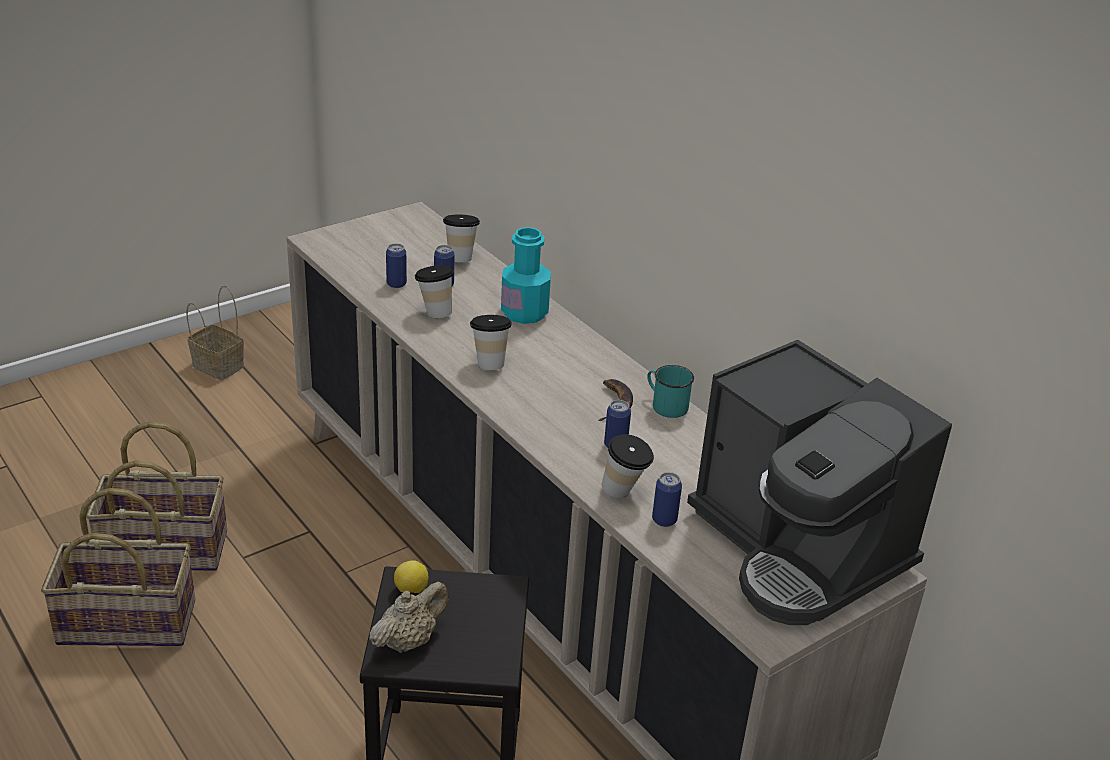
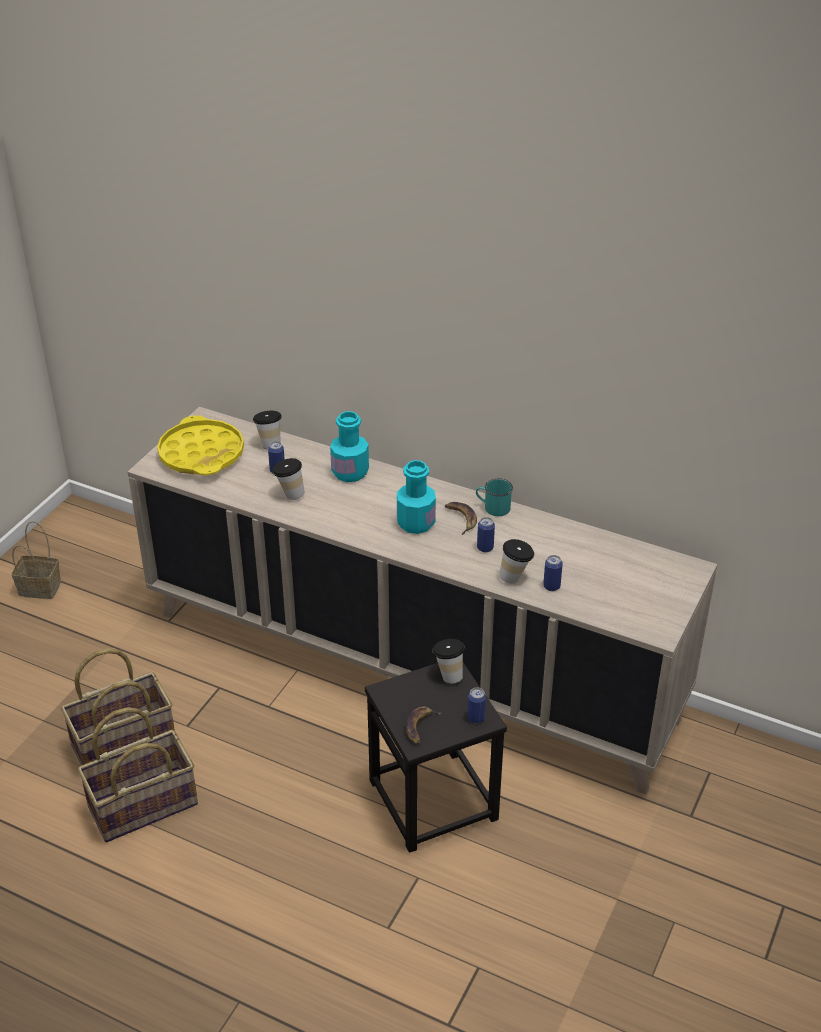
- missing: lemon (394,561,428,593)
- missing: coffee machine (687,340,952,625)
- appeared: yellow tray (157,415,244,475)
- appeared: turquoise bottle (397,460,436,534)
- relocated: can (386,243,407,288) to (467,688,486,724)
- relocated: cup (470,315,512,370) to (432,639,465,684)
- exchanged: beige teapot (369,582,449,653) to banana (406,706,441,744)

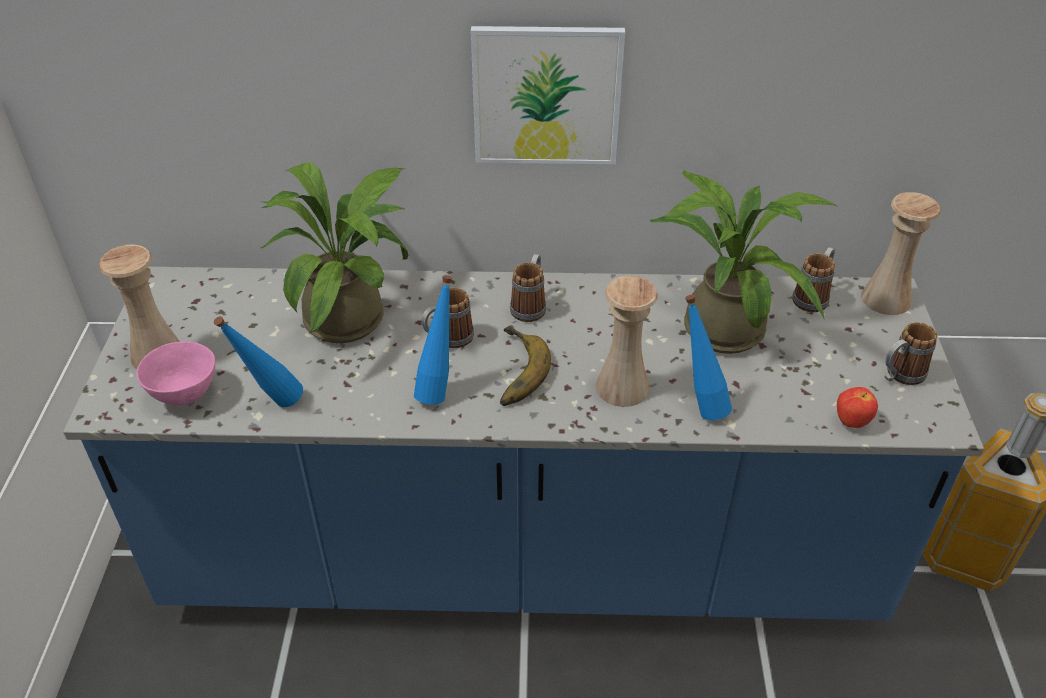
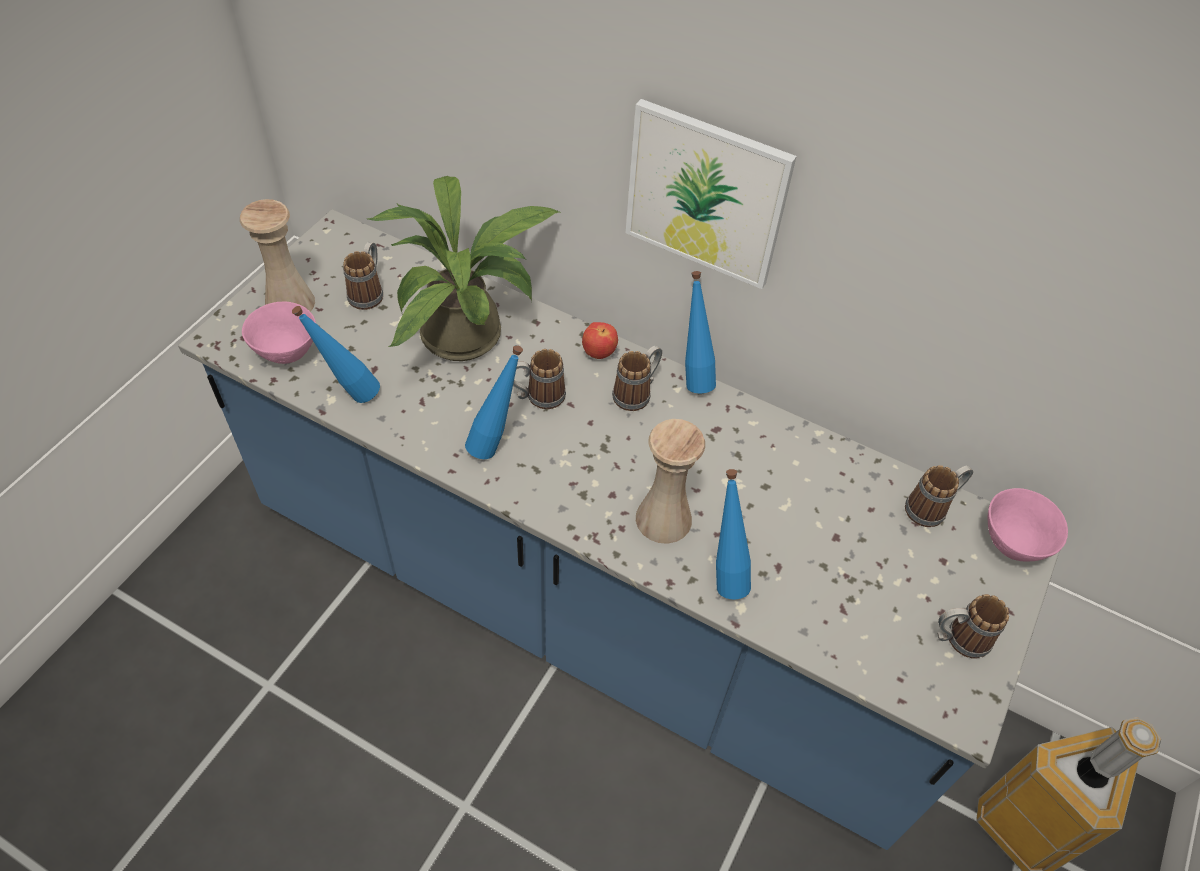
- missing: banana (500,325,551,406)
- missing: potted plant (650,170,837,354)
- appeared: mug (343,242,383,310)
- appeared: blue bottle (685,271,716,393)
- relocated: apple (837,387,878,428) to (582,322,618,359)
- exchanged: beige vase (861,192,940,315) to pink bowl (988,488,1068,562)

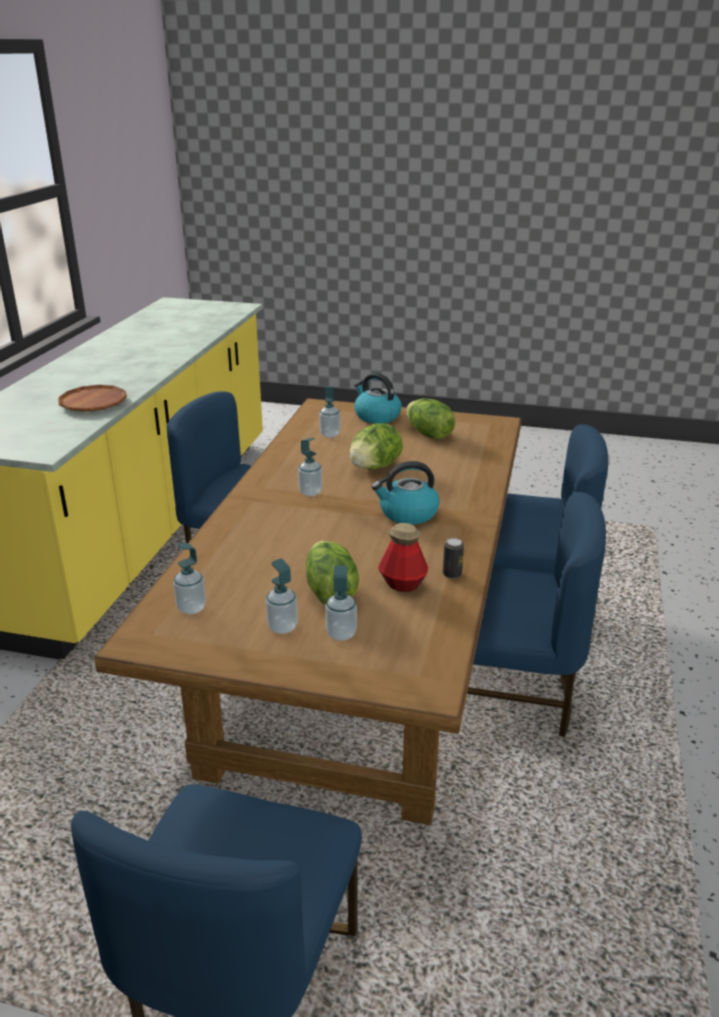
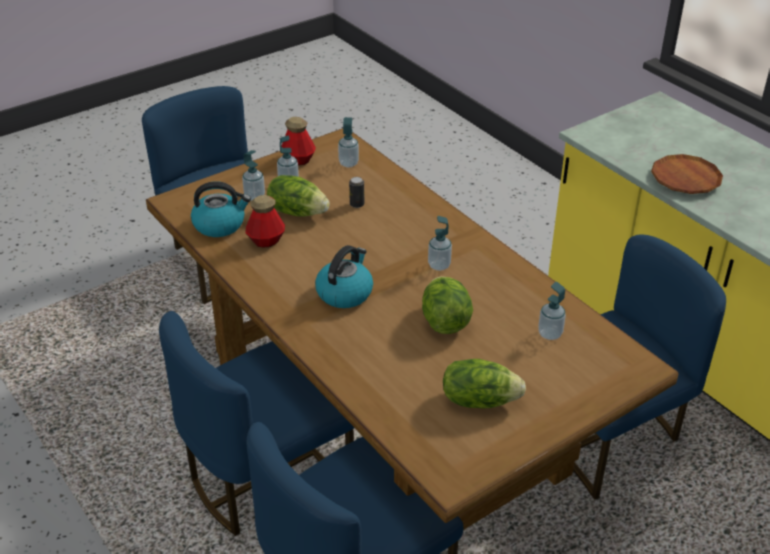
- appeared: bottle (281,117,316,165)
- relocated: kettle (354,373,402,424) to (191,181,251,237)
- relocated: can (443,538,464,579) to (349,177,364,208)

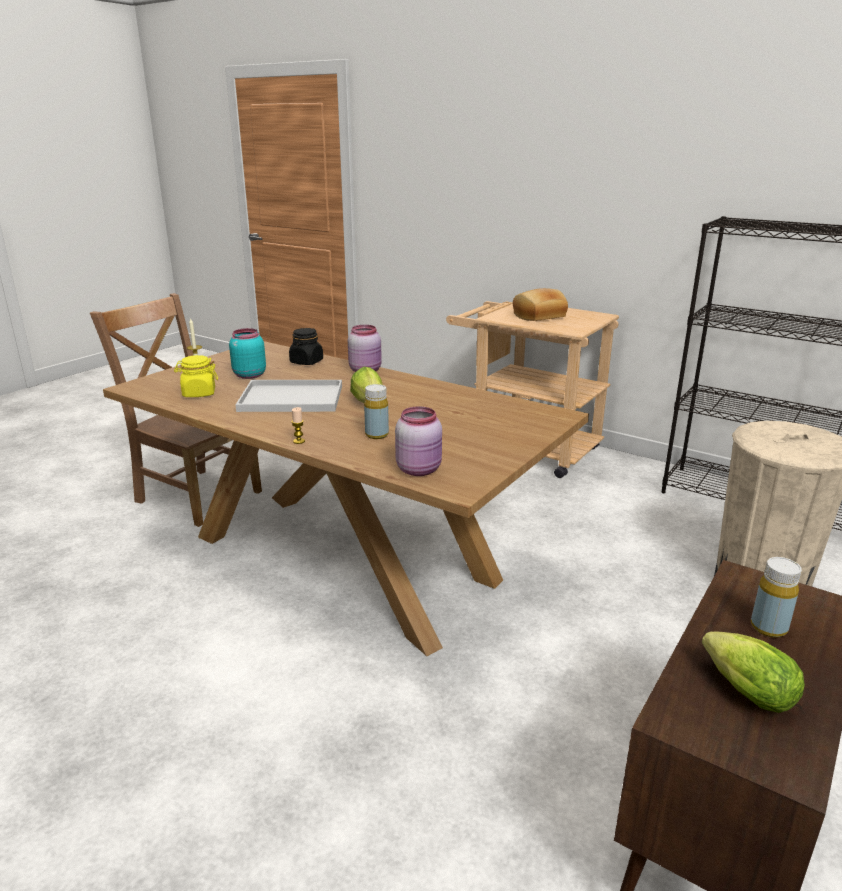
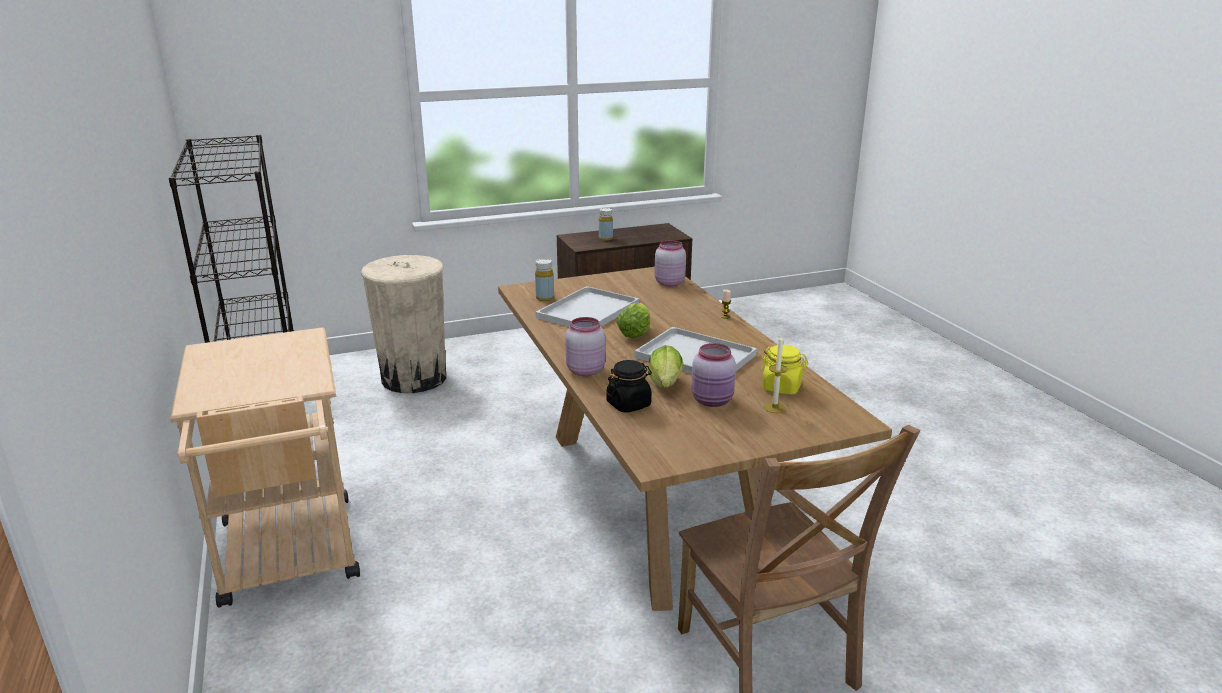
- missing: bread (513,288,568,321)
- appeared: white tray (536,286,639,327)
- relocated: yellow bottle (364,384,389,439) to (535,259,554,301)
- relocated: lettuce (702,632,805,713) to (648,345,684,388)
- colour: turquoise jar (229,328,266,379) to pink jar (691,343,736,407)

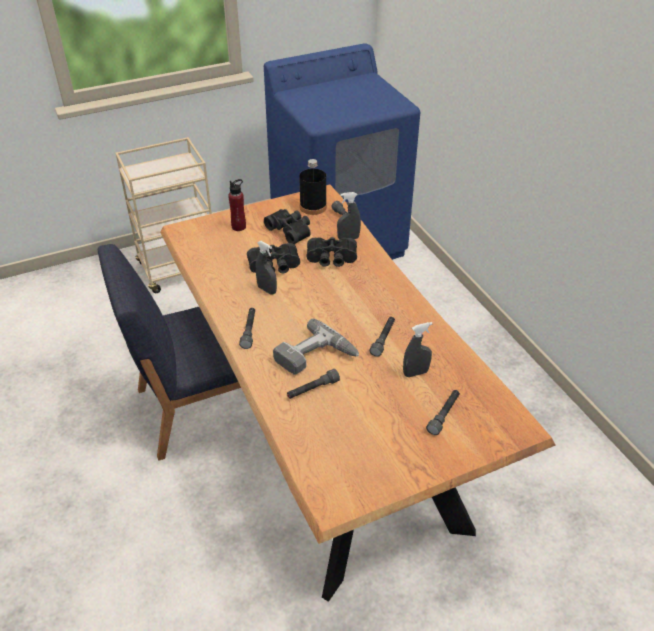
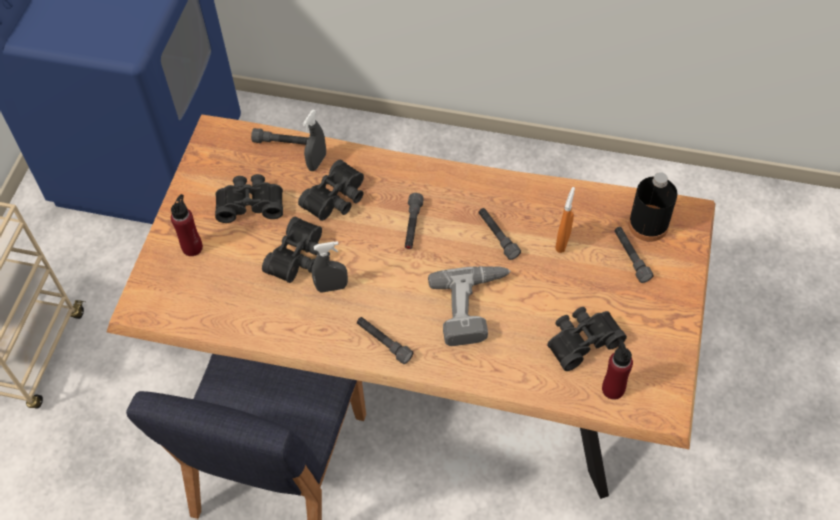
- appeared: black binoculars (547,307,627,371)
- appeared: red bottle (602,339,633,400)
- relocated: grey flashlight (287,369,340,399) to (405,193,424,249)
- relocated: black bottle (299,159,327,215) to (628,172,677,241)
- colour: grey spray bottle (403,322,433,377) to orange spray bottle (556,187,575,253)

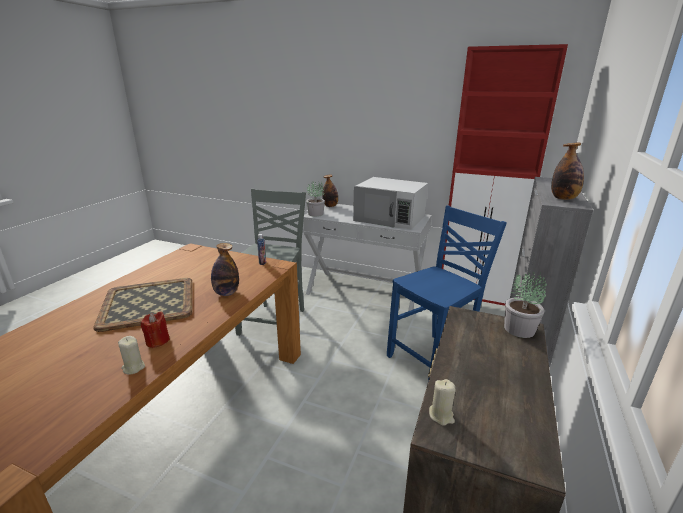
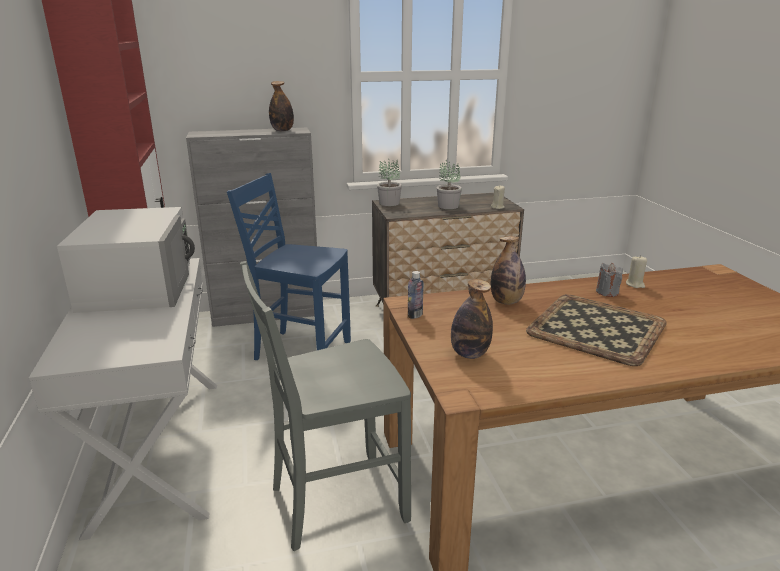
- relocated: potted plant (306,182,325,217) to (436,159,462,209)
- relocated: bottle (322,174,338,207) to (451,279,493,359)
- colour: red candle (141,311,170,348) to grey candle (596,263,623,297)

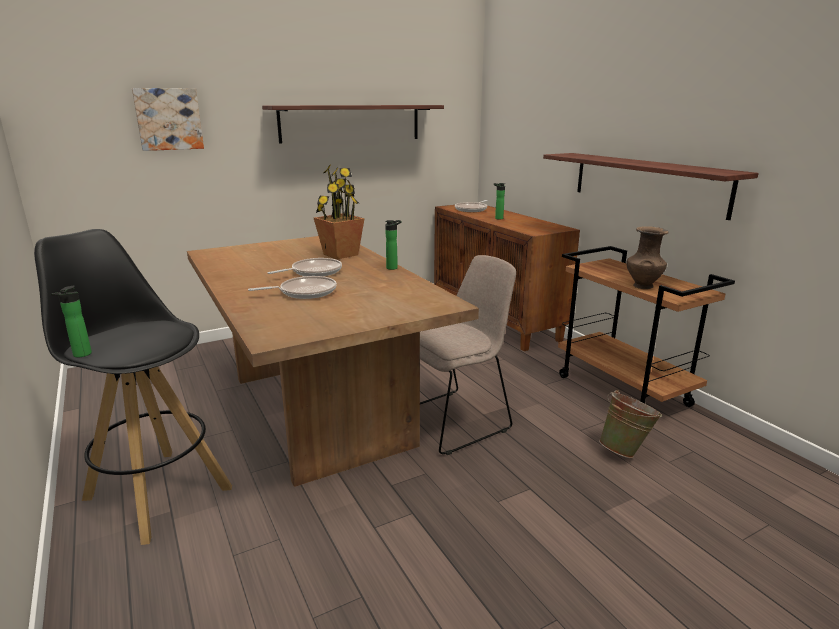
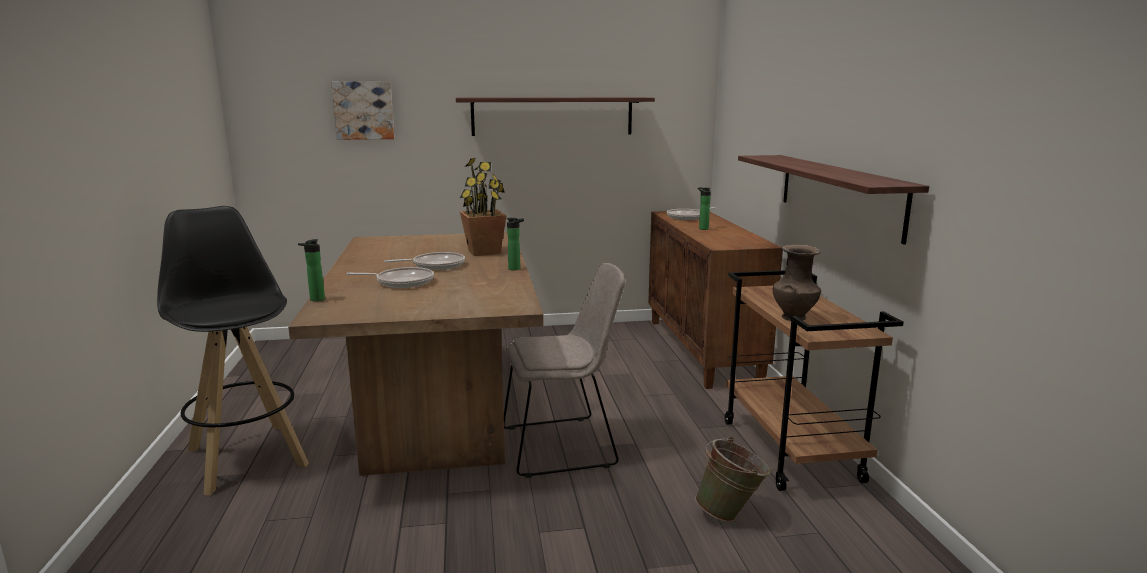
- relocated: bottle (51,286,92,357) to (298,239,325,301)

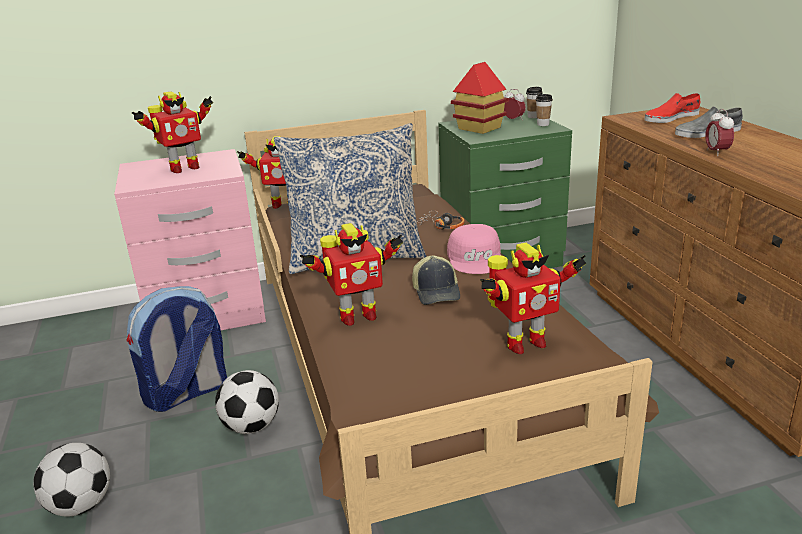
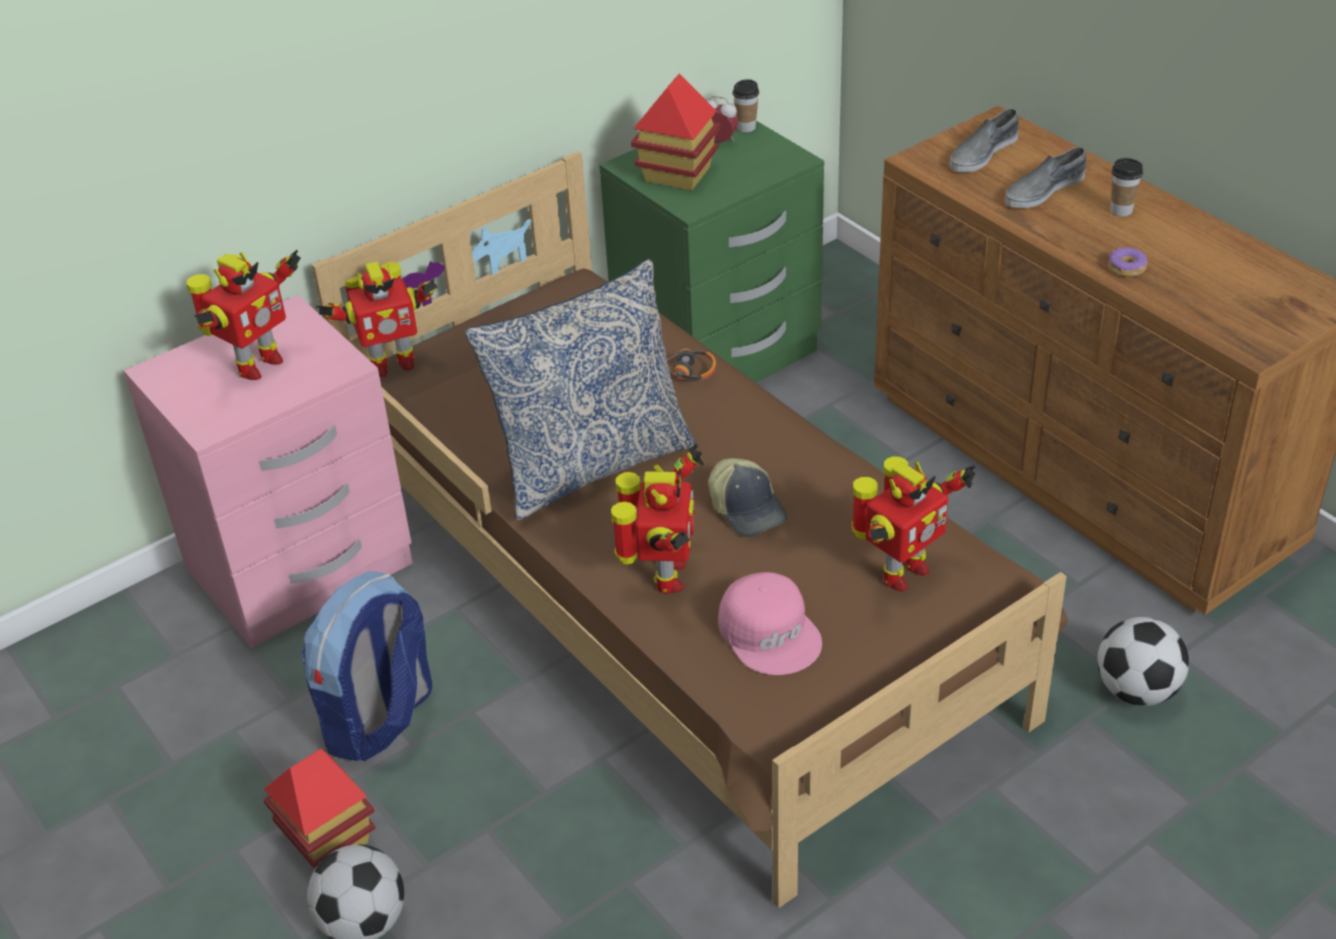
- missing: alarm clock (705,109,734,156)
- appeared: toy house (263,749,376,869)
- appeared: donut (1109,247,1147,277)
- relocated: football (215,370,279,434) to (1097,617,1189,706)
- relocated: pink cap (447,224,501,274) to (718,572,822,675)
- relocated: cup (536,94,553,126) to (1111,158,1143,216)
- colour: red shoe (644,93,700,123) to grey shoe (950,109,1019,172)
- spun: toy robot (300,223,403,326) = (611,444,704,594) 45 degrees counterclockwise

